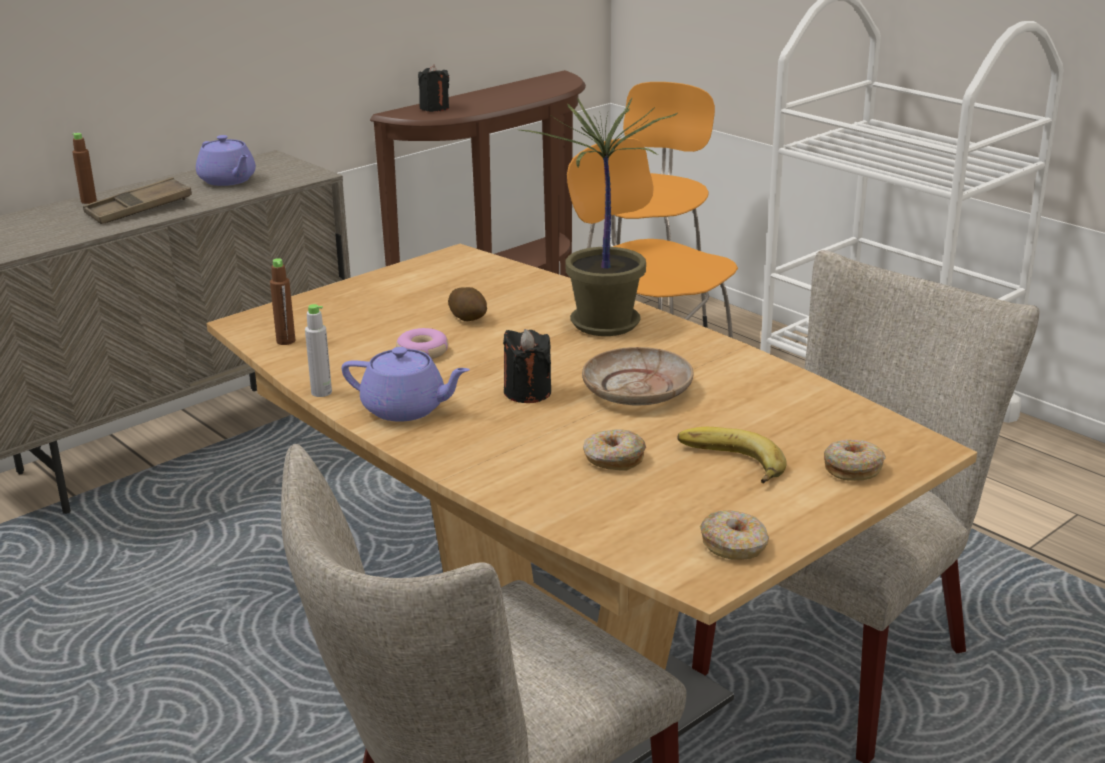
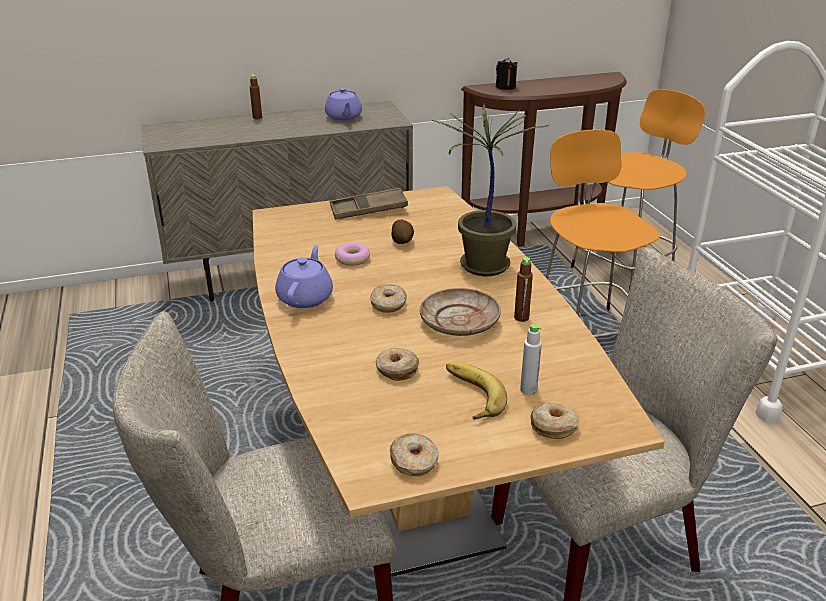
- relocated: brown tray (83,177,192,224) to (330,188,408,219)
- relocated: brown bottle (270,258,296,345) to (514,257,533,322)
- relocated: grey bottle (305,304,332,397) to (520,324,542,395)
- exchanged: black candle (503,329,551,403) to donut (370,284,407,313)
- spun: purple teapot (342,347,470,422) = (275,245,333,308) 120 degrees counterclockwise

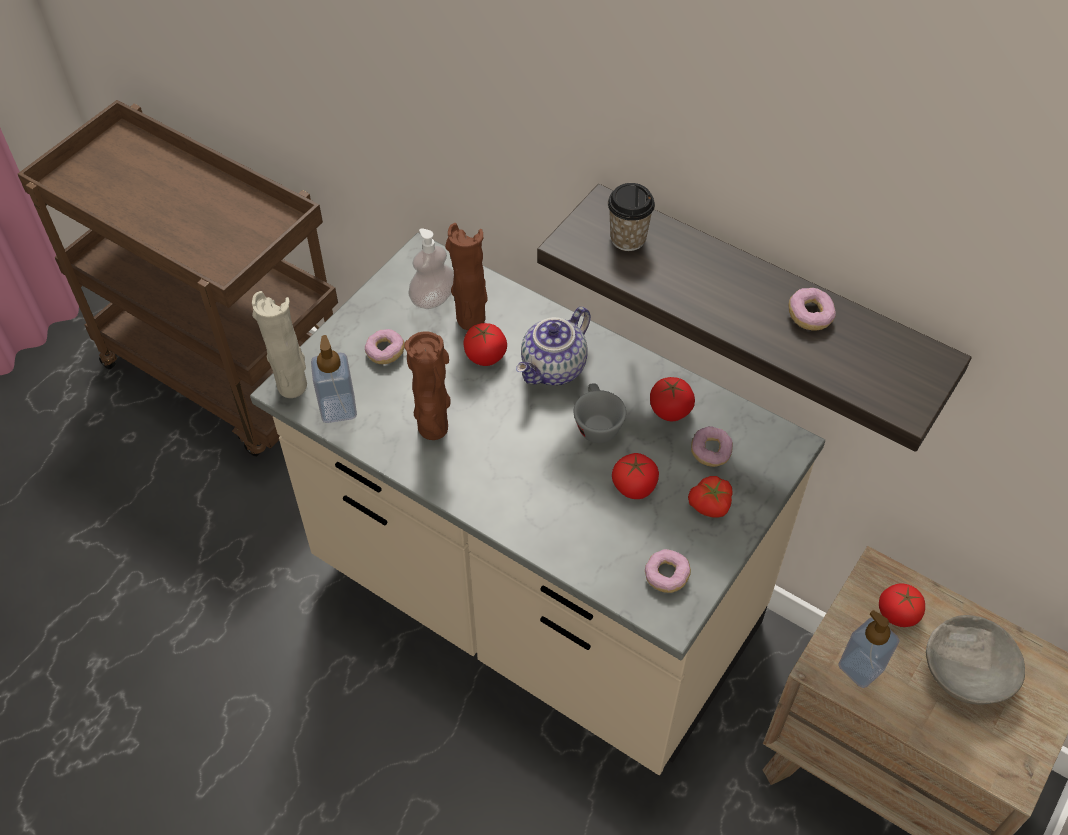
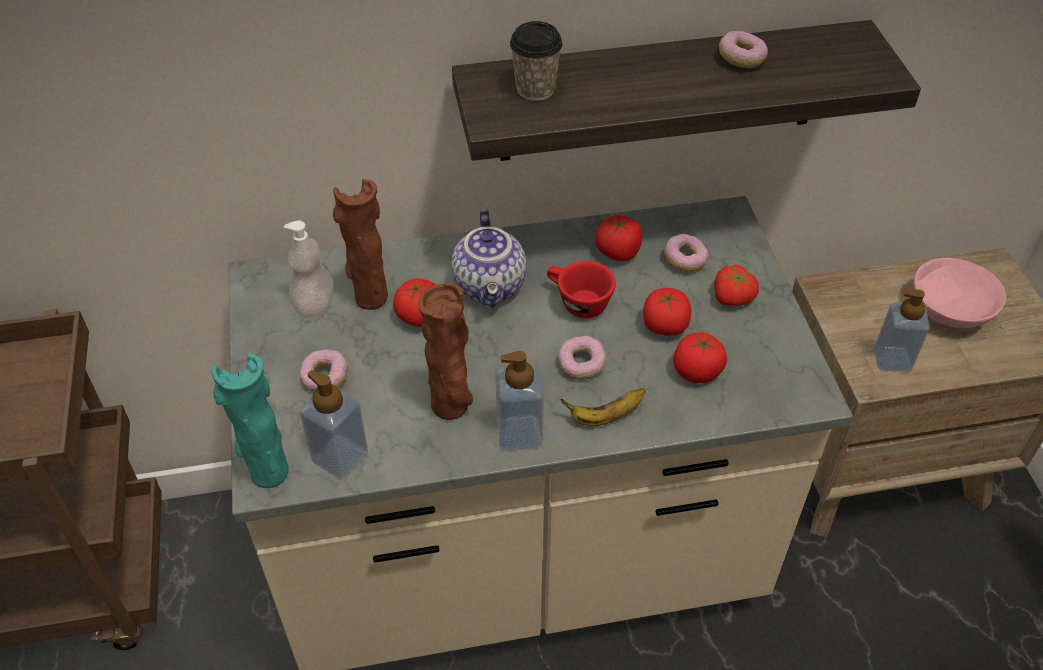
- appeared: soap dispenser (495,351,544,451)
- appeared: banana (560,388,646,426)
- relocated: donut (645,549,691,593) to (558,336,606,380)
- relocated: tomato (879,583,925,627) to (673,332,727,383)
- colour: beige vase (252,291,307,398) to turquoise vase (212,353,289,488)
- colour: grey cup (574,384,626,443) to red cup (547,261,616,318)
- colour: grey bowl (926,615,1025,704) to pink bowl (914,258,1006,328)

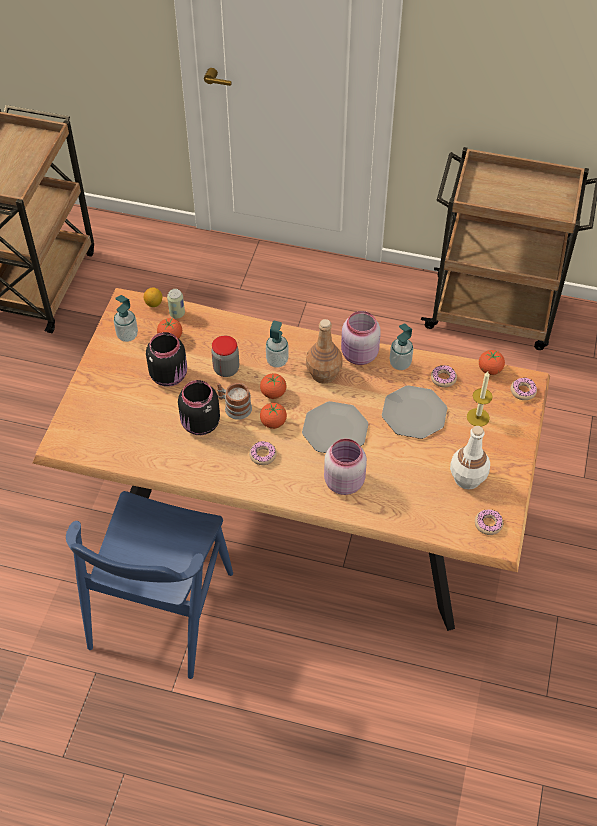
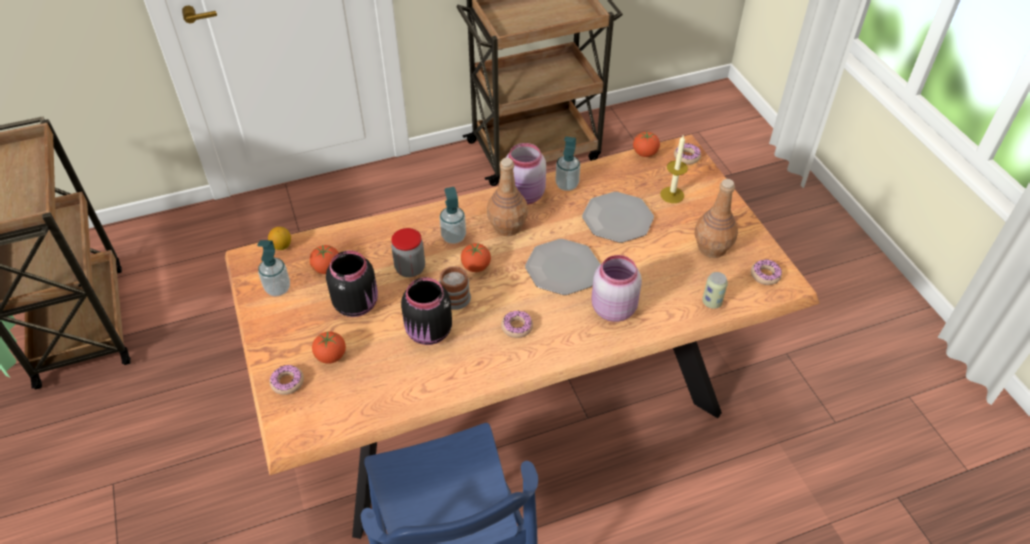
- relocated: can (167,289,185,319) to (702,272,728,309)
- relocated: tomato (260,403,287,429) to (312,331,346,364)
- relocated: donut (431,365,457,388) to (269,365,304,395)
- colour: white bottle (450,426,490,489) to brown bottle (694,179,738,258)

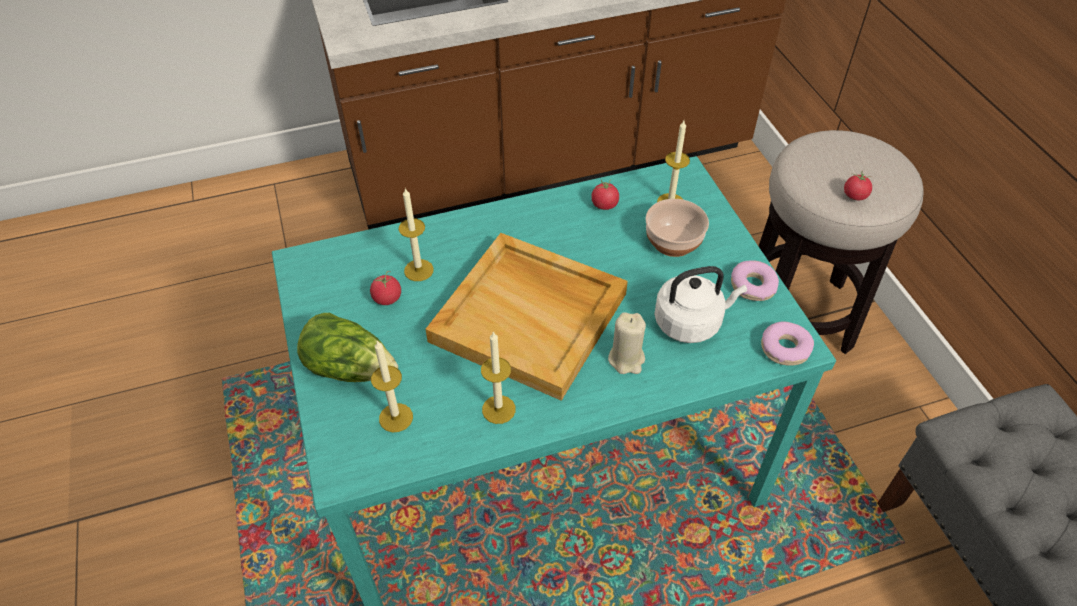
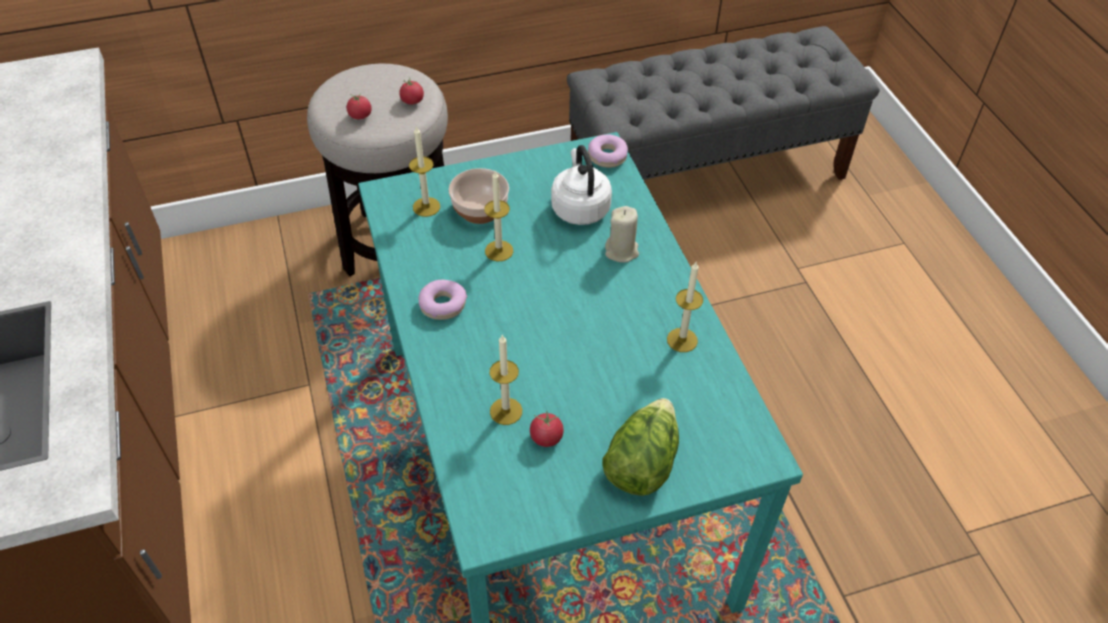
- missing: beige tray (426,233,628,401)
- relocated: candle (371,341,413,432) to (484,171,513,262)
- relocated: tomato (591,180,619,210) to (347,93,372,119)
- relocated: donut (731,260,779,301) to (418,280,467,320)

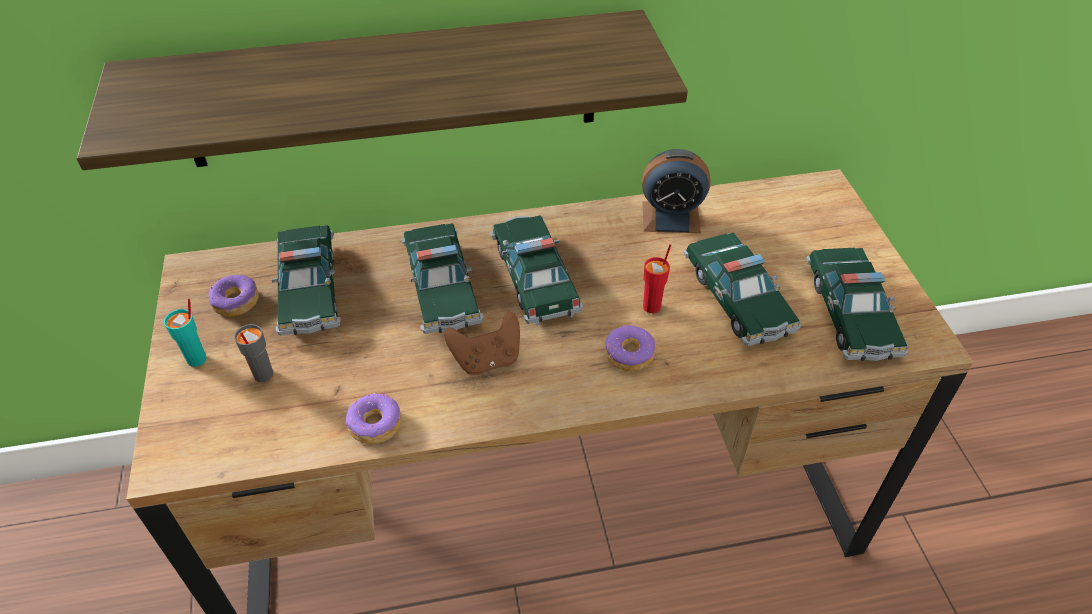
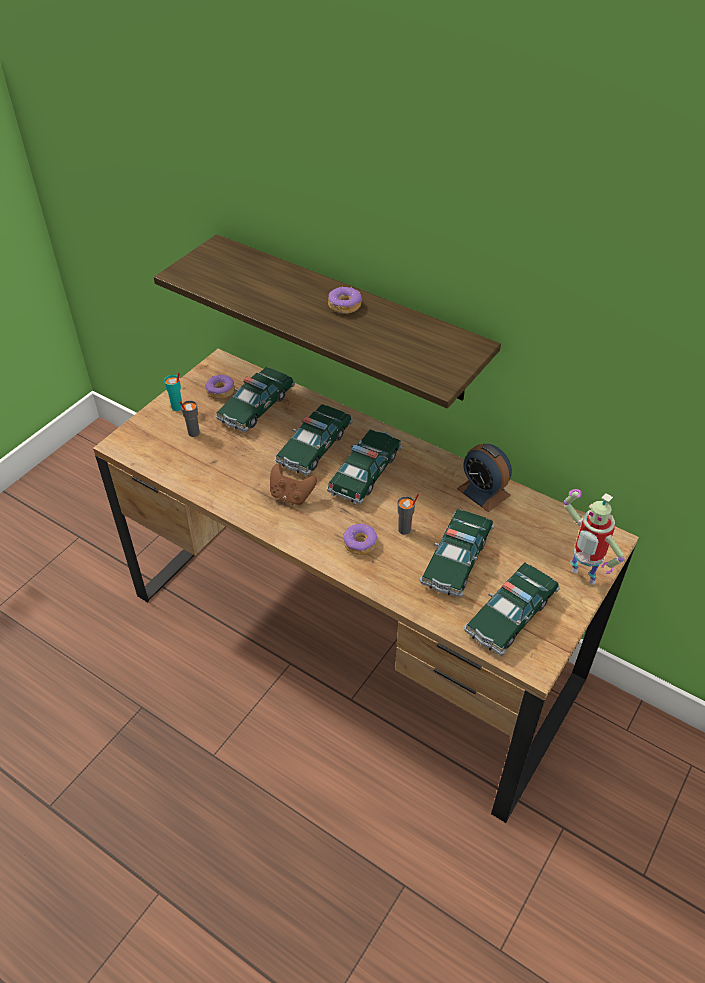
- appeared: toy robot (564,489,625,585)
- relocated: donut (345,393,401,444) to (328,286,362,314)
- colour: red cup (643,244,671,313) to grey cup (397,494,419,535)

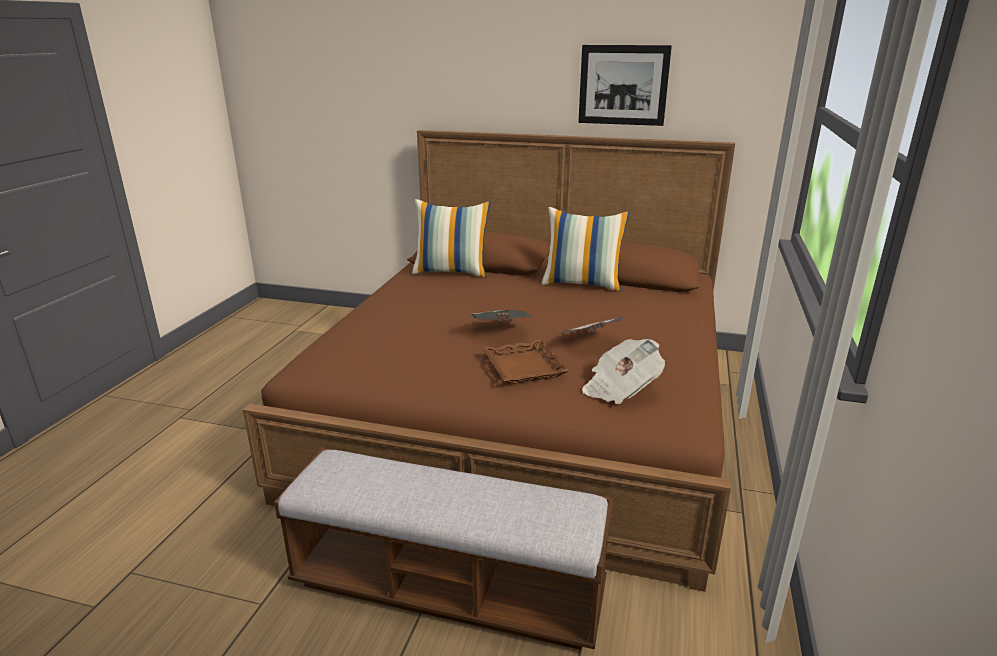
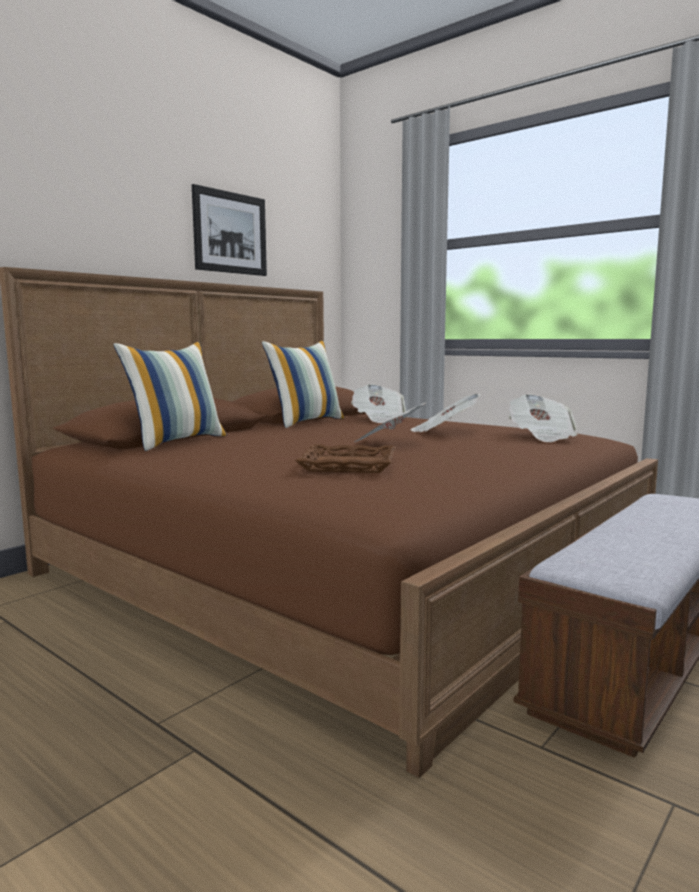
- appeared: newspaper (351,384,406,423)
- relocated: brown tray (482,339,569,385) to (295,444,396,473)

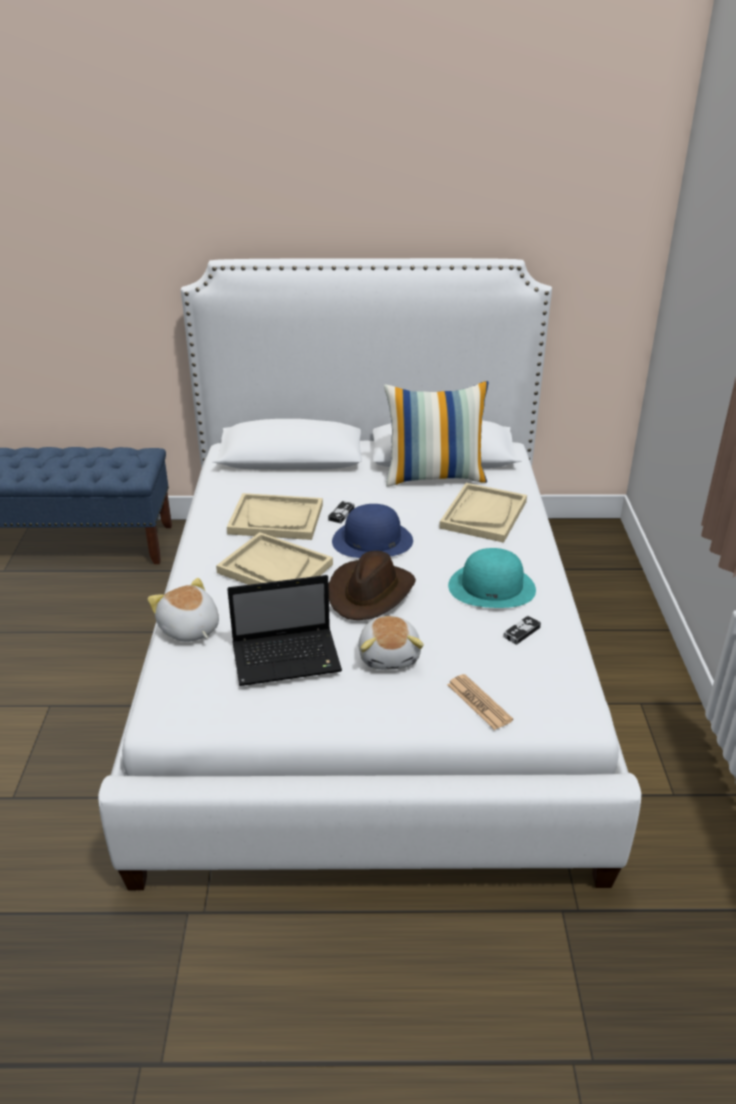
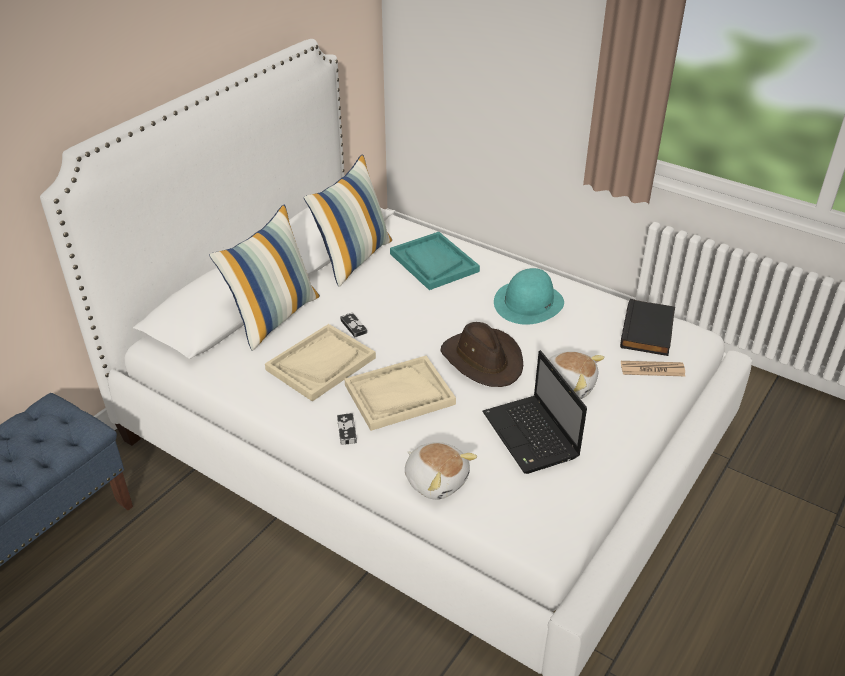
- missing: blue hat (332,504,413,558)
- appeared: pillow (209,205,320,351)
- appeared: black book (620,299,675,356)
- relocated: game controller (503,616,541,645) to (337,413,357,445)
- colour: beige tray (439,483,527,543) to turquoise tray (390,232,480,290)
- spun: plush toy (148,578,219,642) = (405,442,477,500) 135 degrees counterclockwise
- spun: laptop (227,575,342,686) = (482,350,587,474) 135 degrees clockwise

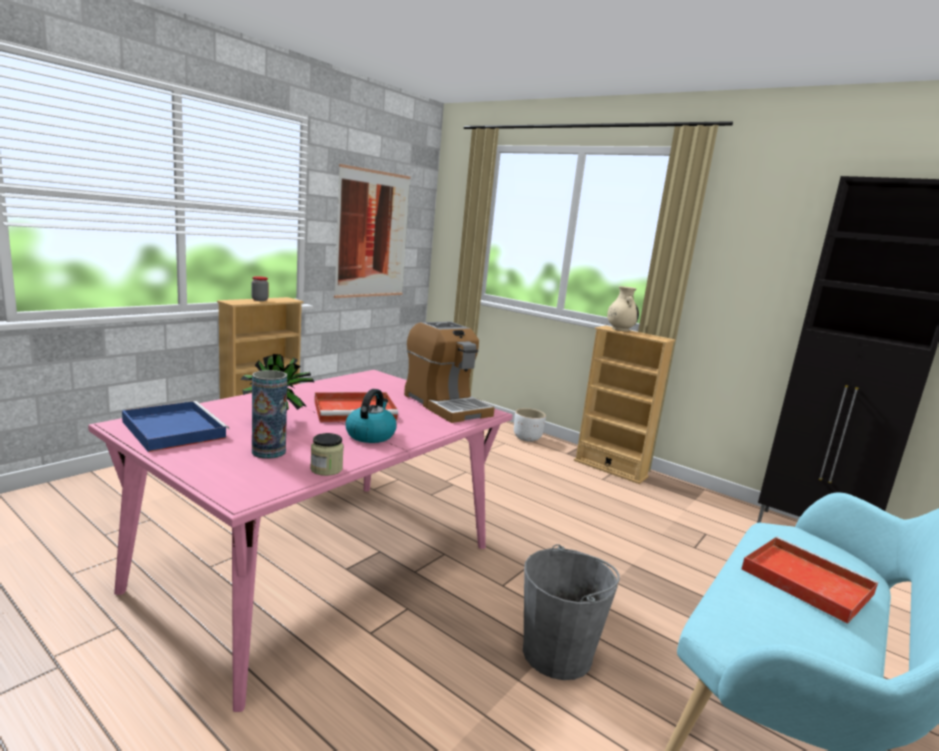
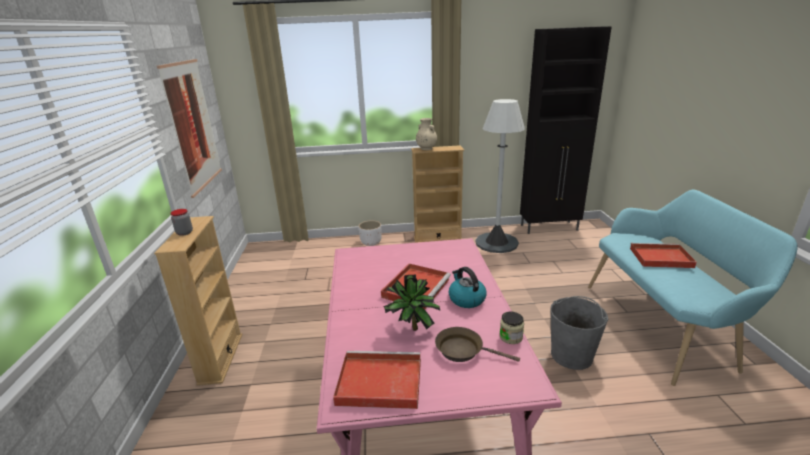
- missing: coffee machine (404,322,495,423)
- appeared: white floor lamp (475,99,525,253)
- exchanged: vase (252,370,287,459) to brown frying pan (435,327,520,362)
- colour: blue tray (122,401,229,452) to red tray (333,351,421,409)

